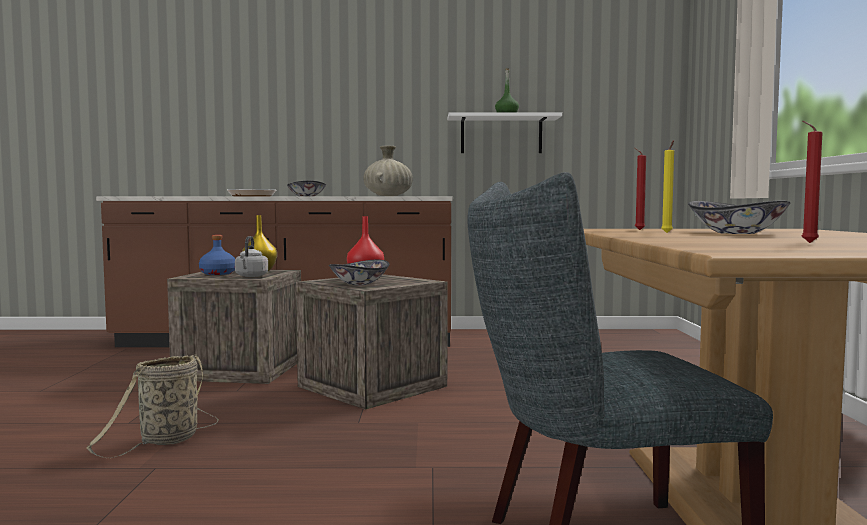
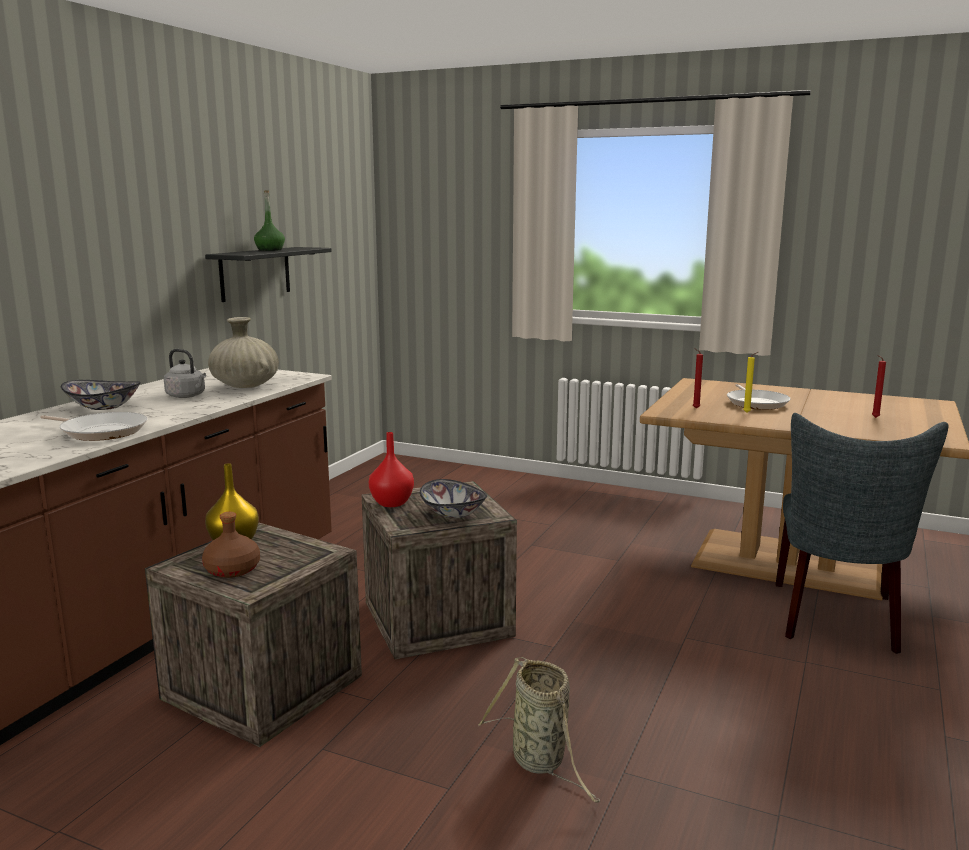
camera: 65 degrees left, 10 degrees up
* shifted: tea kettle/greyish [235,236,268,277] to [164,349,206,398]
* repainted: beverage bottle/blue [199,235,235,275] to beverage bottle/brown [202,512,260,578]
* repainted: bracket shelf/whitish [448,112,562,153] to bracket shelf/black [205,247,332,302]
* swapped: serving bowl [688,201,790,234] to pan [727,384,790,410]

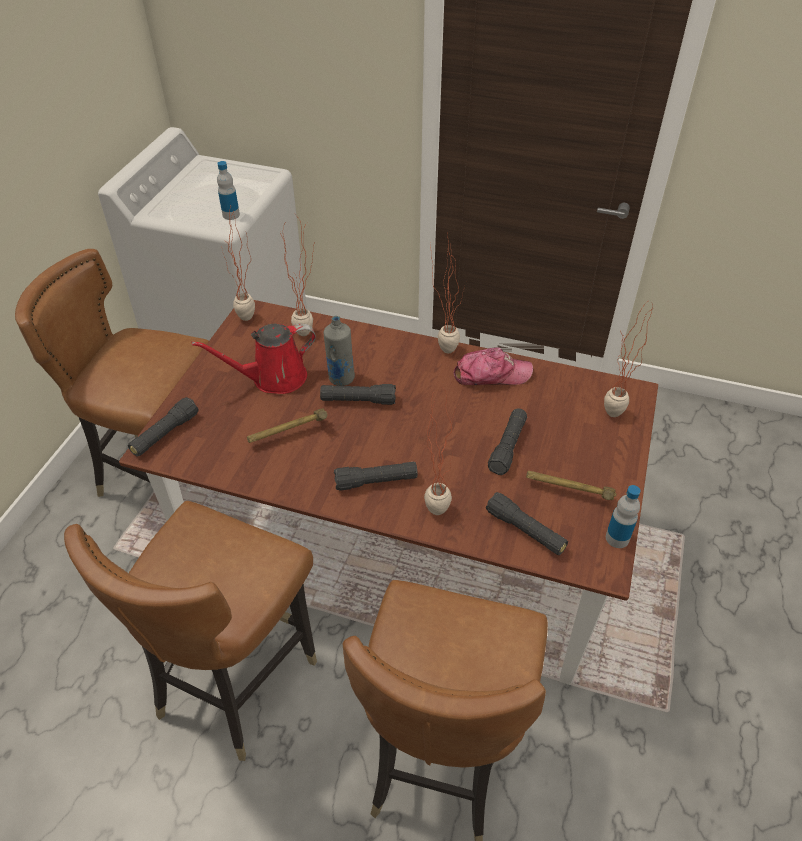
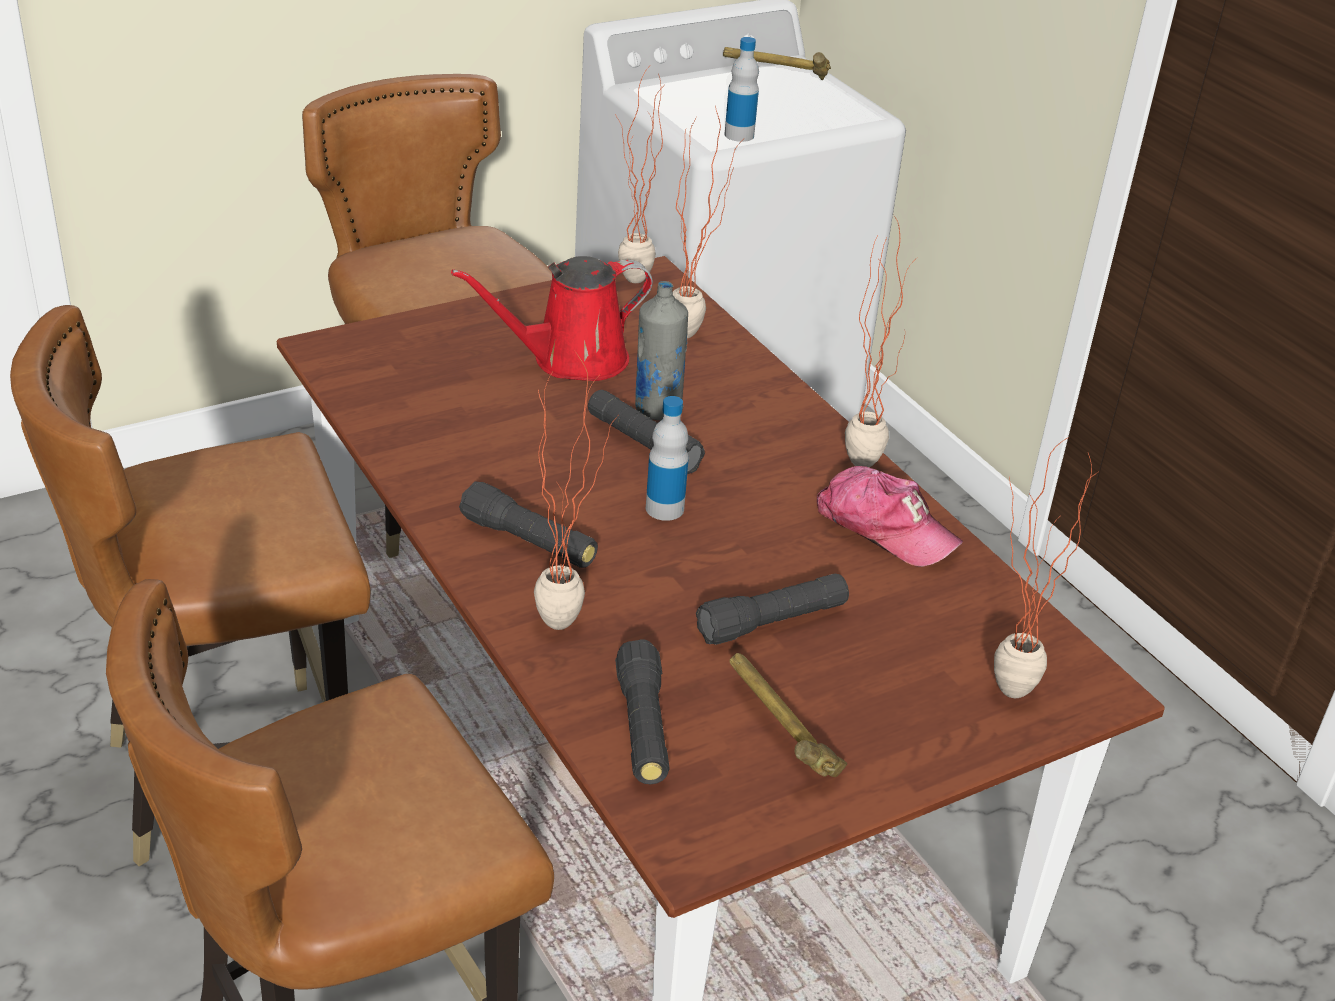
camera: 40 degrees right, 10 degrees down
* rotated: watering pot/red [191,324,316,394] = [451,256,653,381] 45 degrees counterclockwise
* shifted: beverage bottle [606,485,641,548] to [646,396,689,521]
* shifted: hammer [247,409,327,443] to [723,47,831,80]
* gone: torch/black [128,397,199,456]

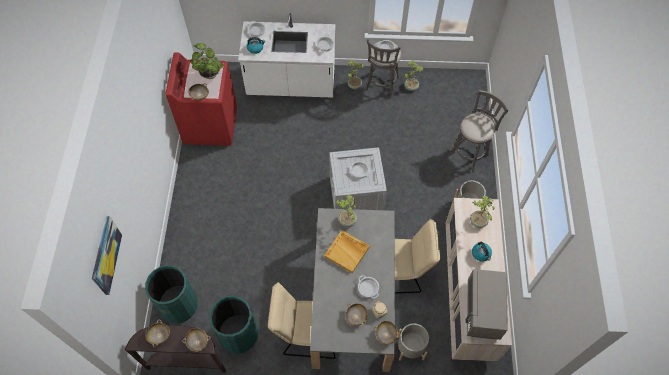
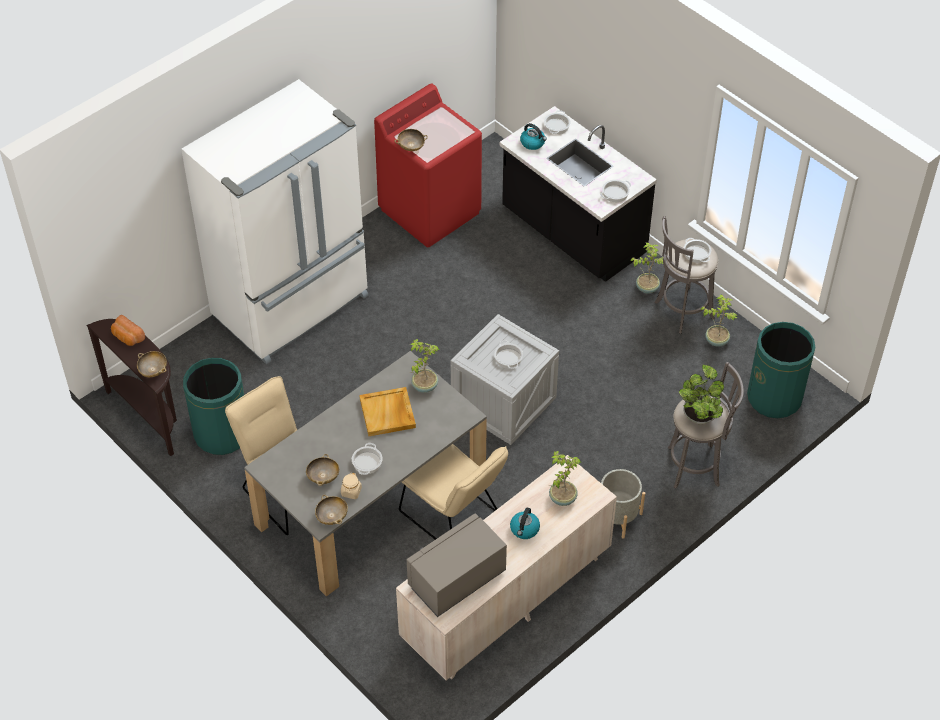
camera: 45 degrees right, 10 degrees down
* swapped: serving bowl/beige-coloured [145,320,170,347] to baked bread [111,315,145,346]
* new: refrigerator/whitish [181,79,369,365]
* repainted: kitchen base unit/whitish [238,13,335,98] to kitchen base unit/black [499,106,657,282]
* shifted: plant in a pot [190,43,223,79] to [679,365,724,424]
* shifted: waste bin/green-coloured [145,265,198,323] to [747,322,815,418]
* gone: picture [92,216,122,295]
* gone: flower pot/greyish [398,323,429,361]

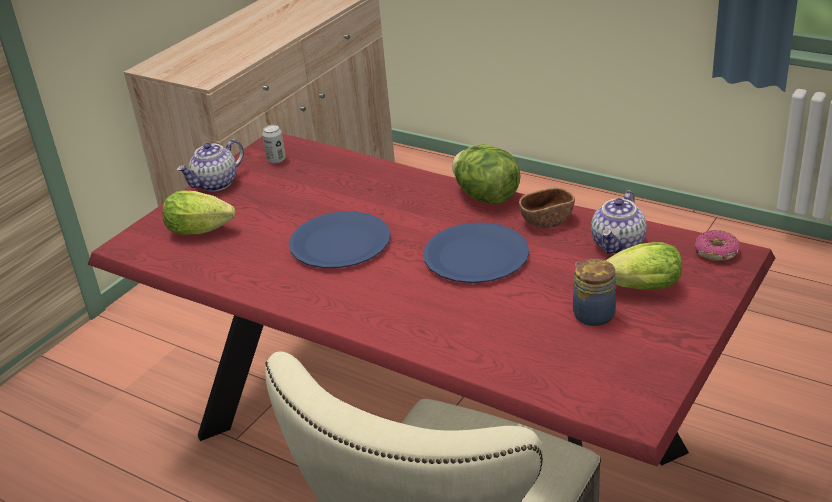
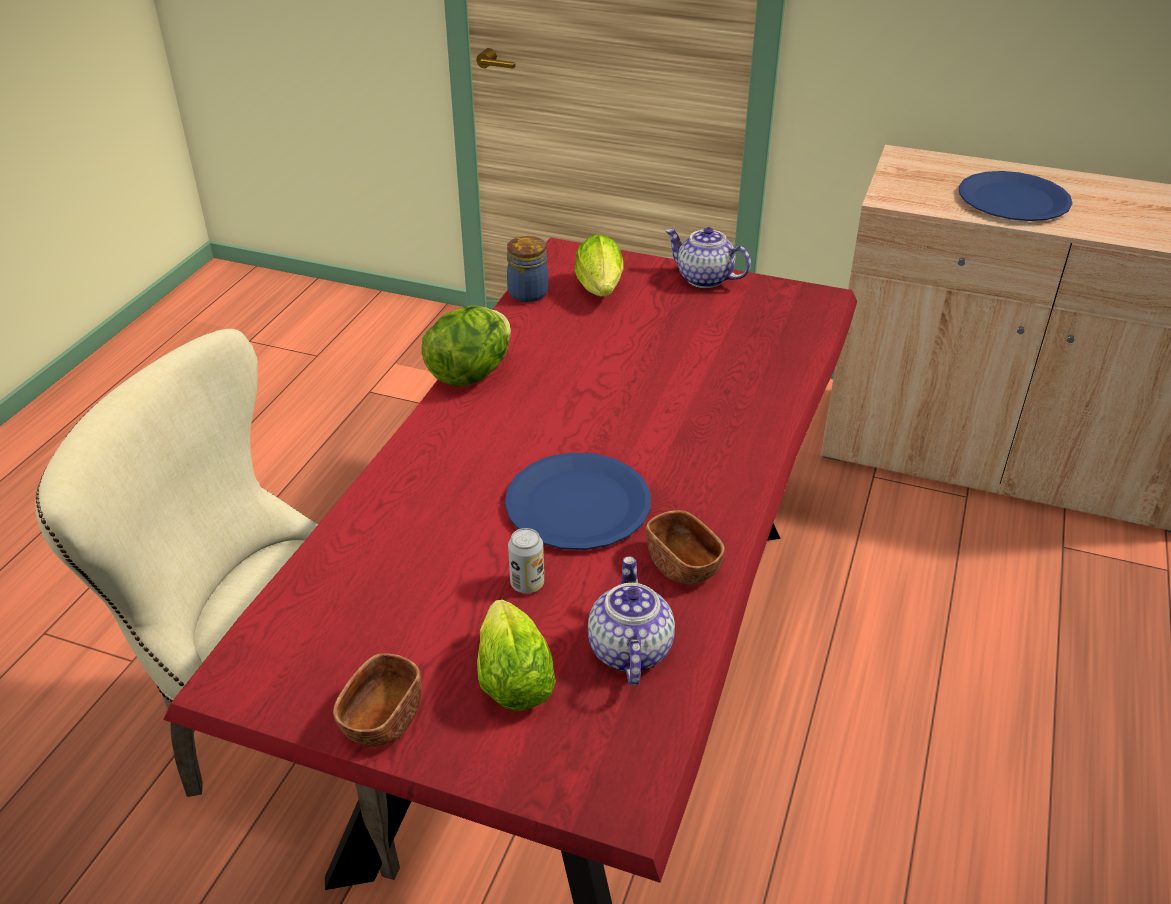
camera: 75 degrees right, 5 degrees up
* new: serving bowl/brown [333,653,422,747]
* shifted: head of lettuce [452,144,521,205] to [422,305,511,387]
* shifted: storage jar [573,259,616,326] to [507,236,549,302]
* shifted: can [262,125,286,163] to [508,528,544,593]
* rotated: tea pot [591,190,647,254] = [588,556,675,685] 75 degrees clockwise
* shifted: flat dish/blue [289,211,391,268] to [959,171,1072,221]
* gone: donut [695,230,740,261]

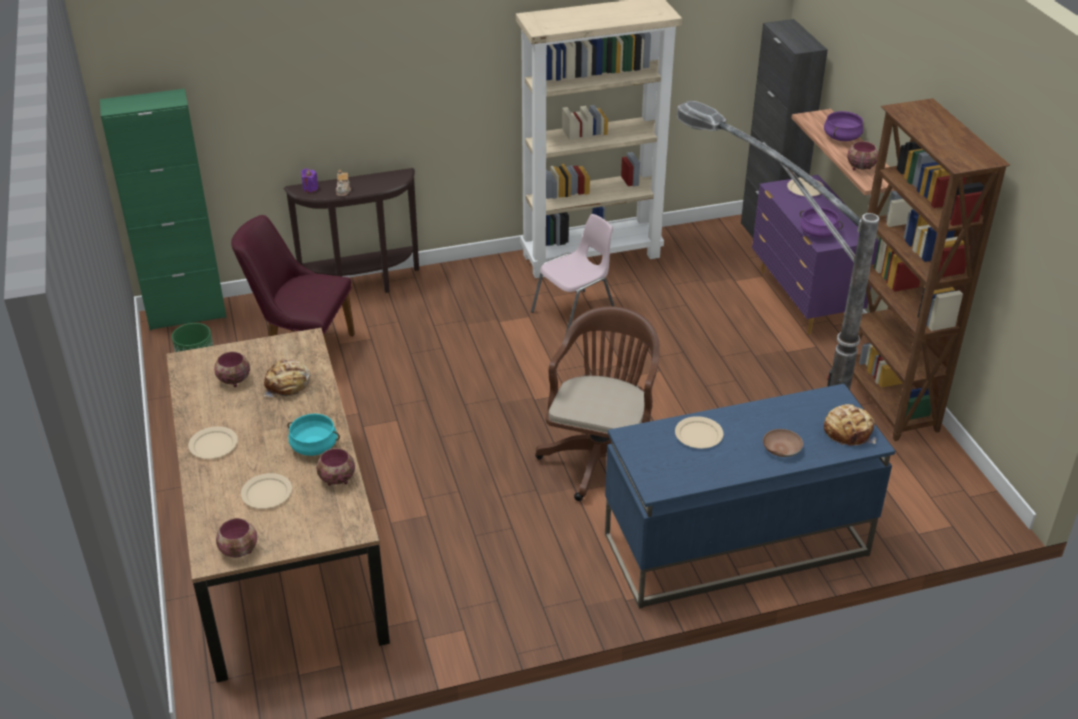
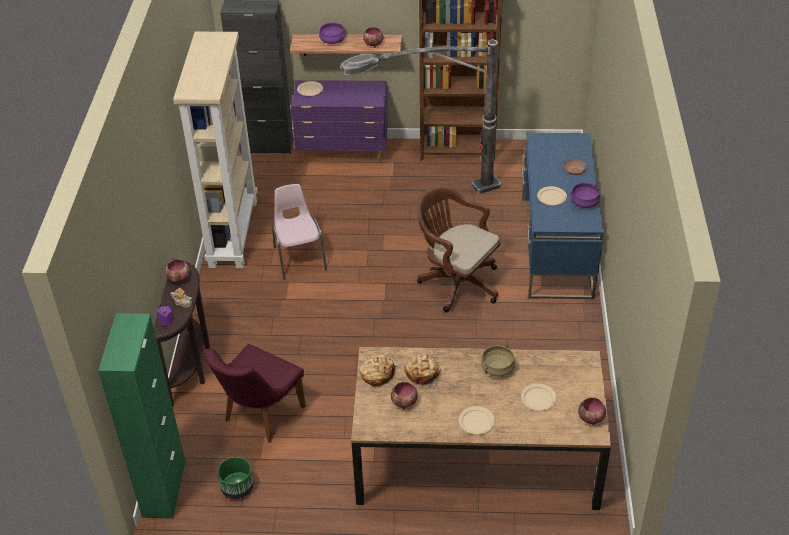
camera: 70 degrees left, 5 degrees up
* shifted: serving bowl [316,448,355,486] to [165,259,190,283]
* shifted: baked bread [824,404,876,446] to [359,354,398,386]
* repainted: stockpot/turquoise-coloured [287,414,340,456] to stockpot/beige-coloured [481,345,515,377]
* shifted: stockpot/purple-coloured [800,207,843,238] to [570,183,600,208]

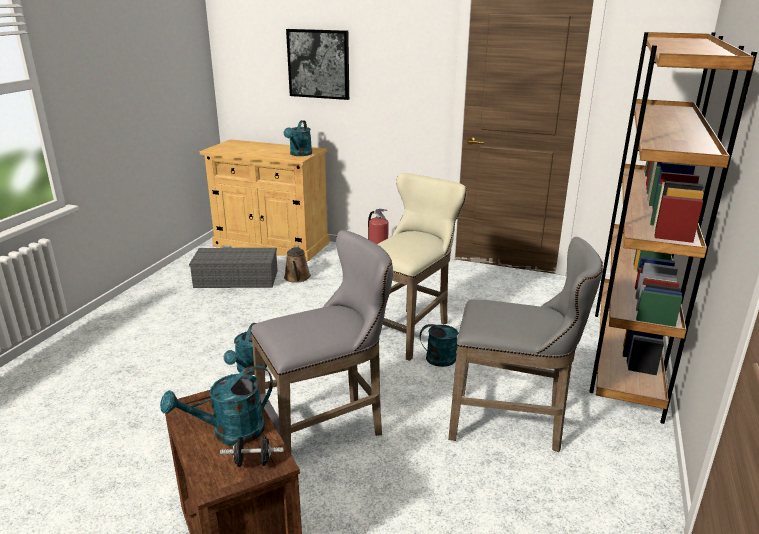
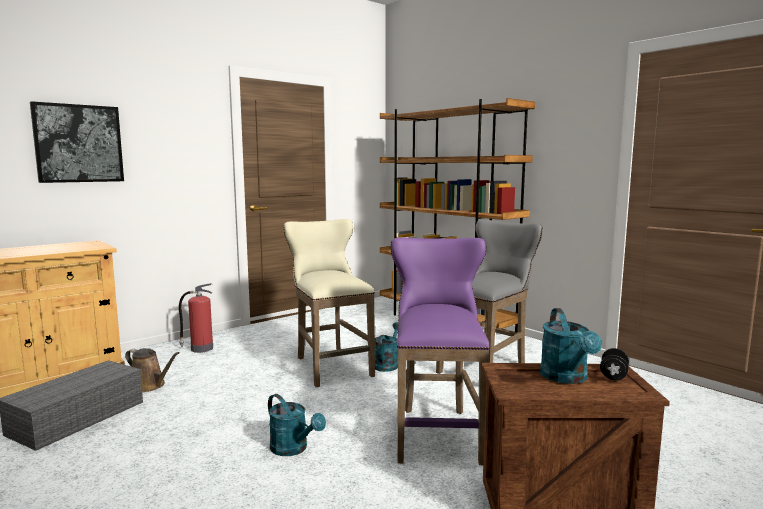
camera: 60 degrees left, 15 degrees down
* repainted: stool seat/greyish [251,230,393,454] to stool seat/purple-coloured [391,237,490,465]
* gone: watering pot/turquoise-coloured [284,120,312,156]

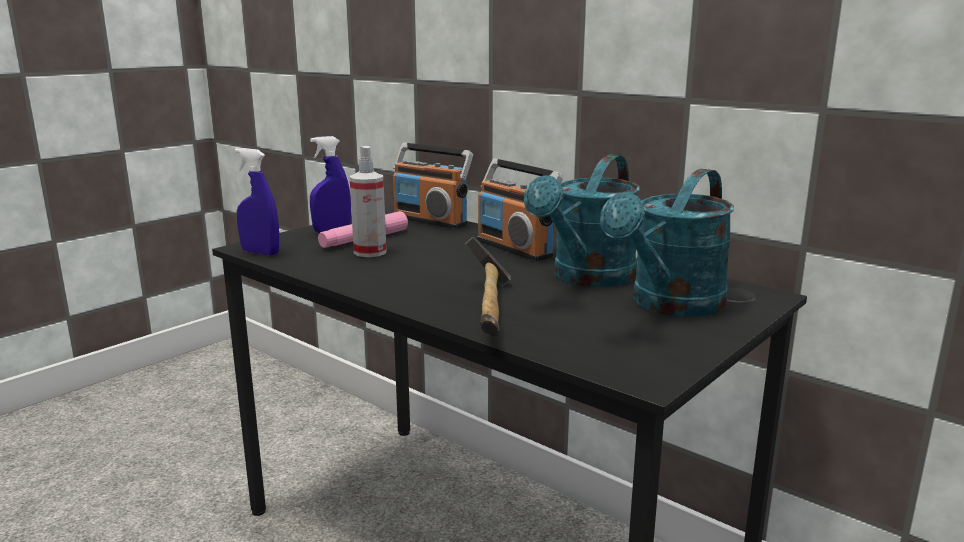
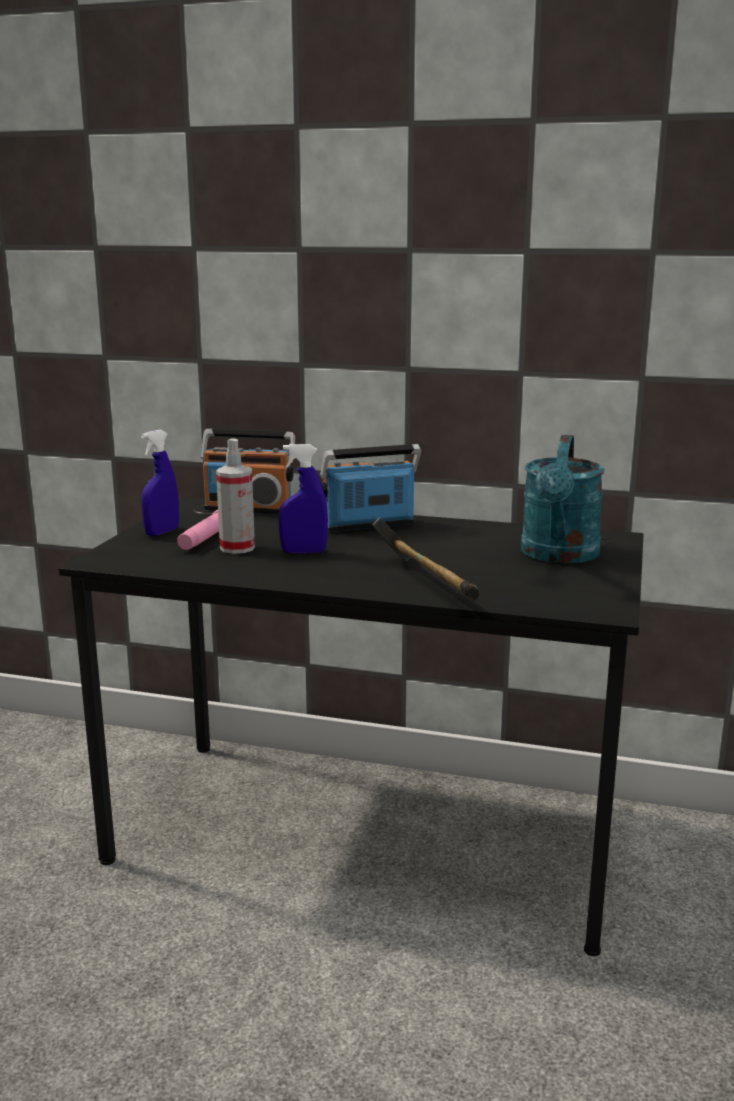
camera: 25 degrees left, 0 degrees up
* shifted: spray bottle/blue [235,148,279,255] to [278,444,328,554]
* rotated: radio set [477,158,563,261] = [320,444,421,532] 135 degrees clockwise
* gone: watering pot/turquoise-coloured [524,154,640,287]

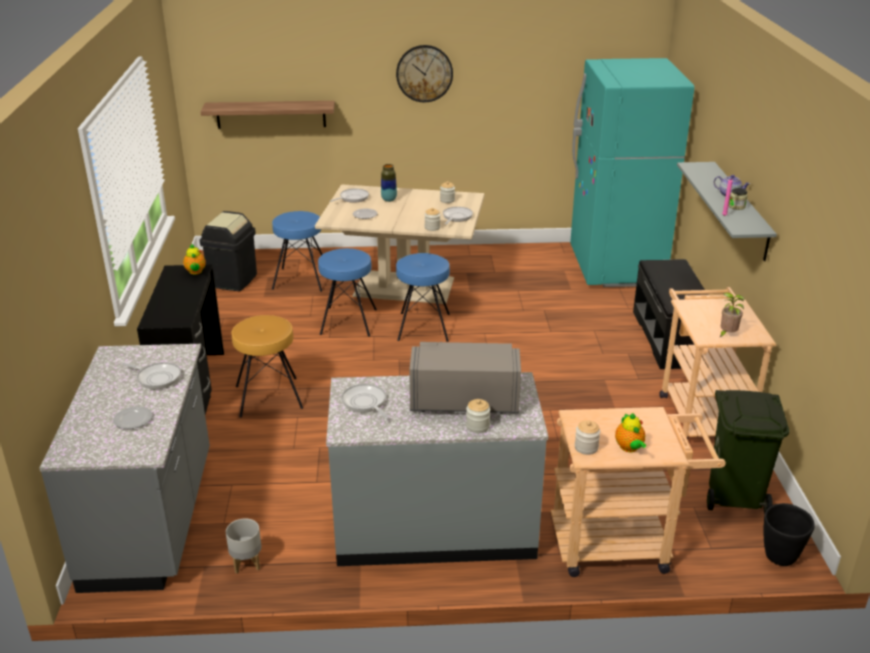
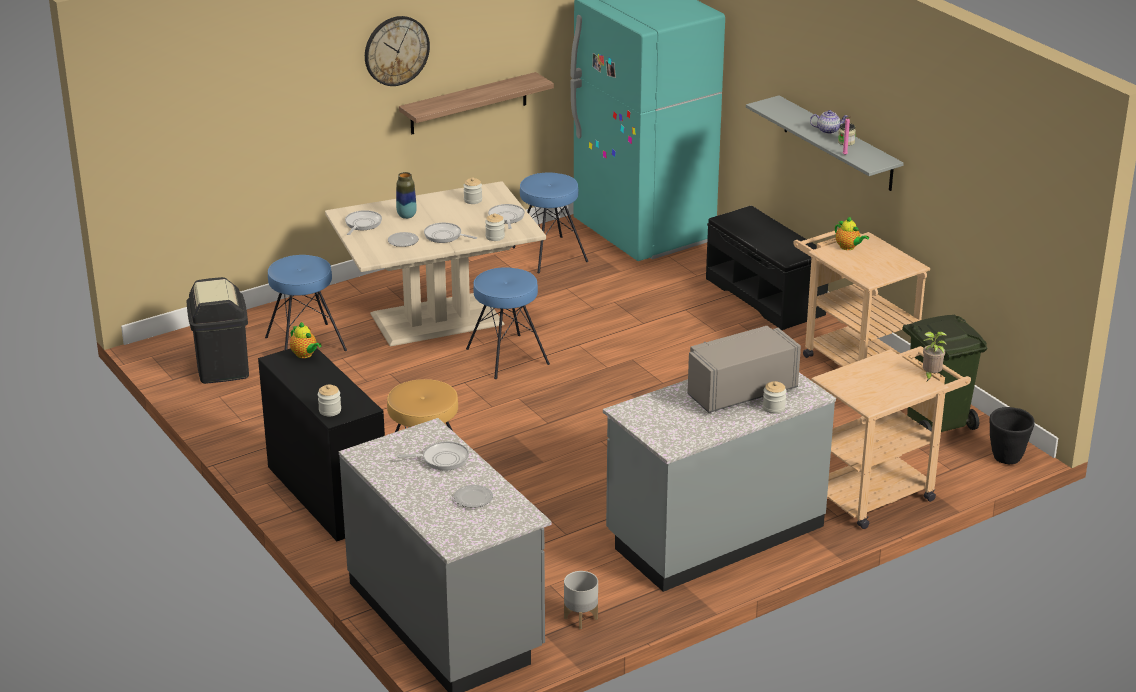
camera: 30 degrees left, 0 degrees up
* shifted: storage jar [575,420,600,455] to [318,385,341,416]
* shifted: bracket shelf [200,101,335,129] to [399,72,554,134]
* shifted: pan [341,384,389,419] to [424,223,477,243]
* shifted: stool seat/blue [318,248,377,337] to [512,172,588,273]
* shifted: tea pot [615,413,646,452] to [835,217,869,250]
* shifted: plant in a pot [719,293,745,338] to [923,331,947,381]

